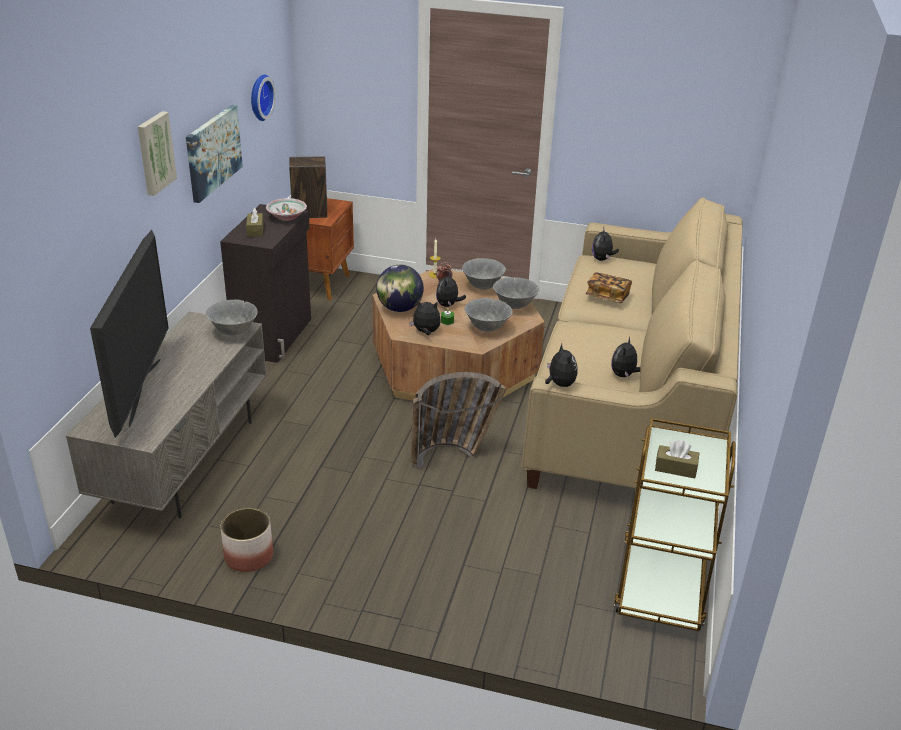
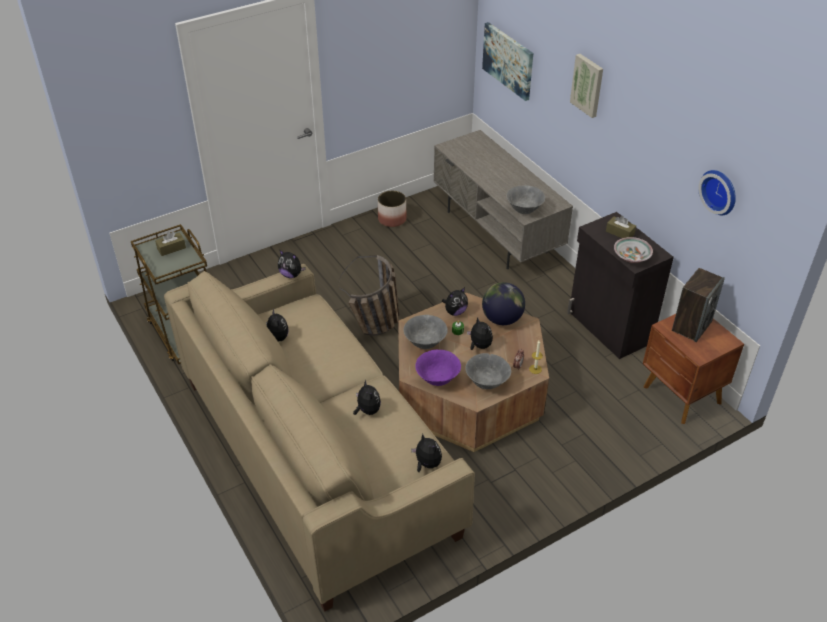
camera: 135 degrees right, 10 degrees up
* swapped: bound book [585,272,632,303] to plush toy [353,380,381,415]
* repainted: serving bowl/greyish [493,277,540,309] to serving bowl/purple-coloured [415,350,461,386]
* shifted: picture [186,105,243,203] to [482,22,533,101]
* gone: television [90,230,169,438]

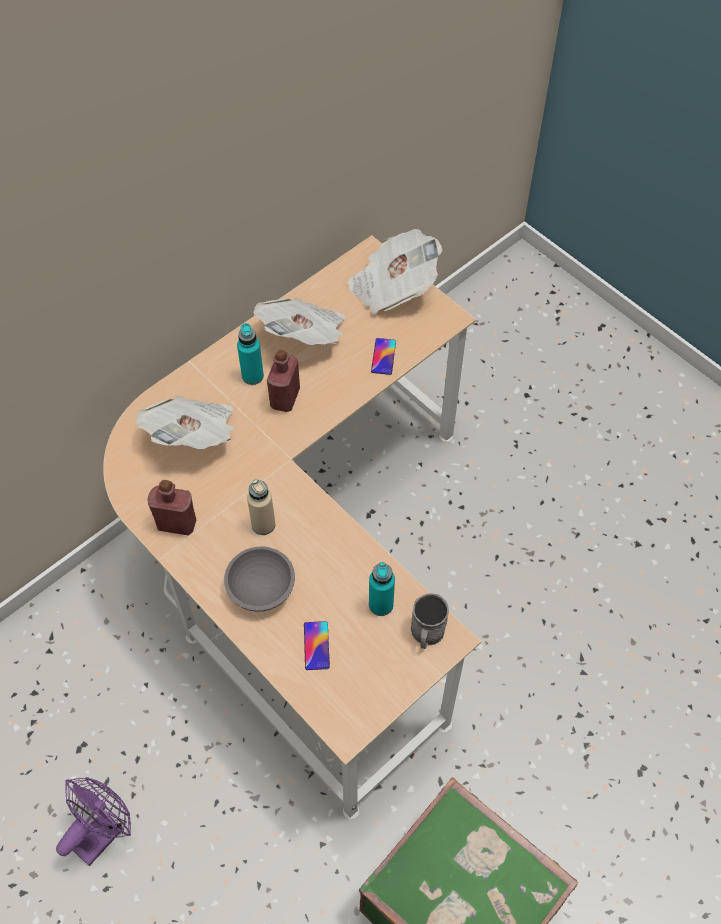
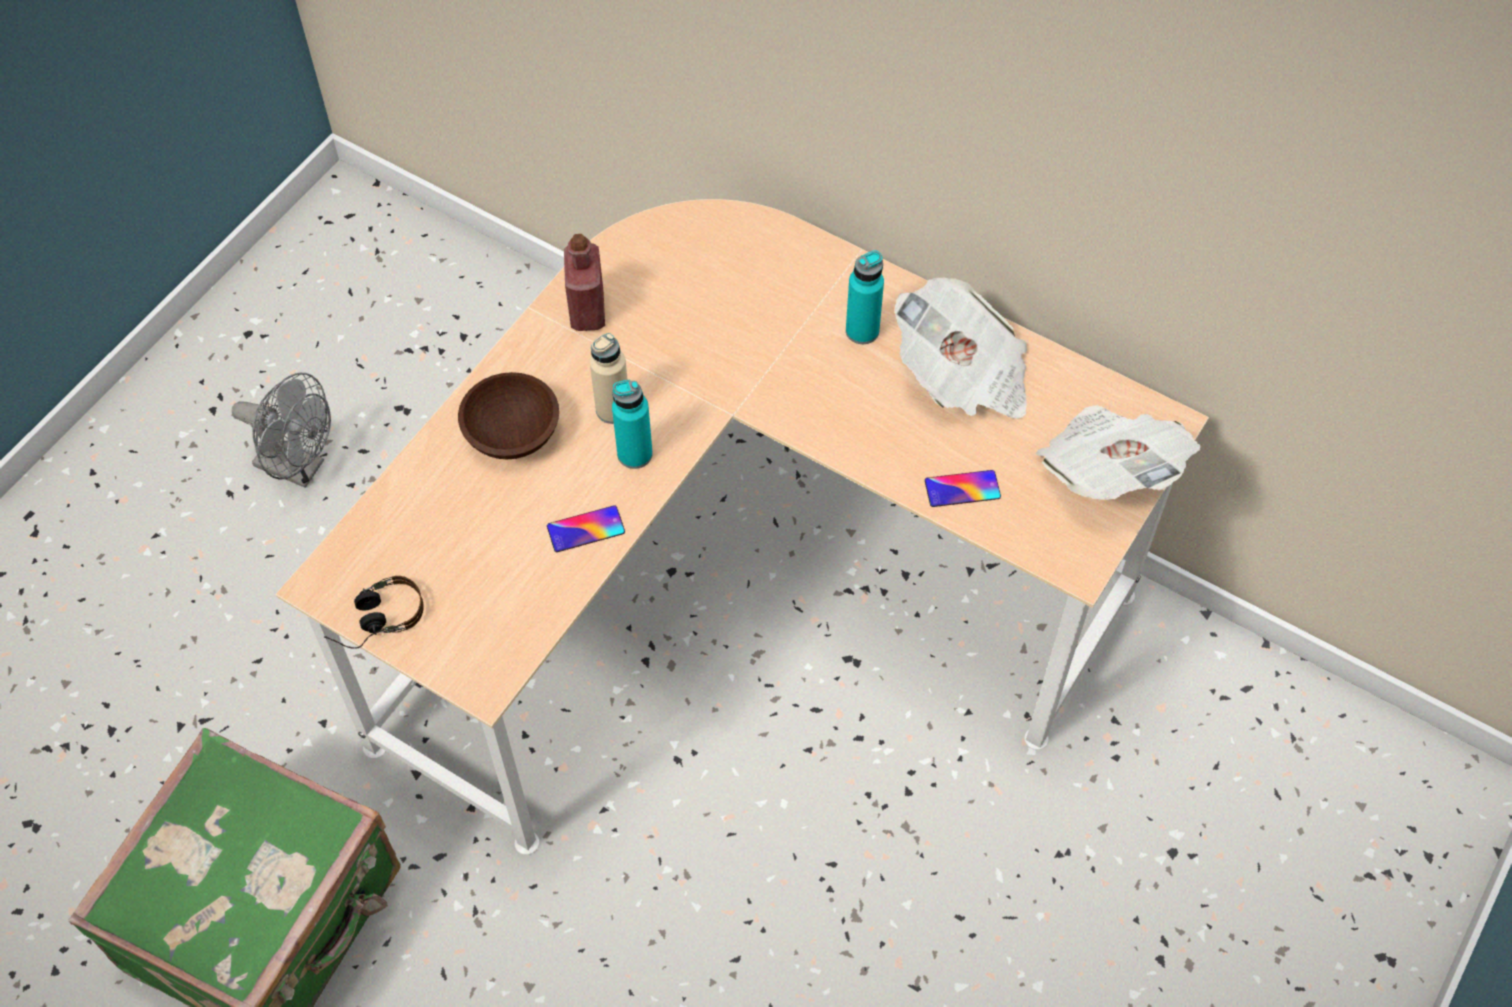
camera: 75 degrees right, 0 degrees up
* repainted: electric fan/purple-coloured [56,777,131,866] to electric fan/greyish [232,373,331,488]
* new: pair of headphones [324,576,424,649]
* repainted: serving bowl/greyish [224,546,295,612] to serving bowl/brown [458,372,559,459]
* shifted: telephone [304,621,330,670] to [547,505,625,552]
* shifted: beverage bottle/turquoise-coloured [369,562,395,616] to [612,380,653,469]
* gone: printed paper [136,396,234,449]
* gone: beverage bottle/red [267,350,300,412]
* gone: coffee mug/greyish [411,593,449,649]

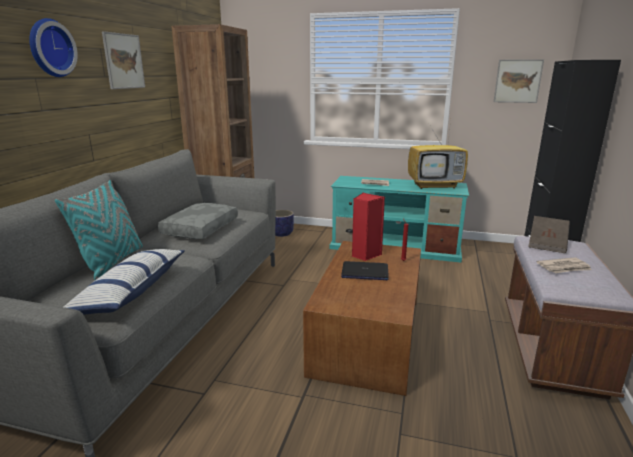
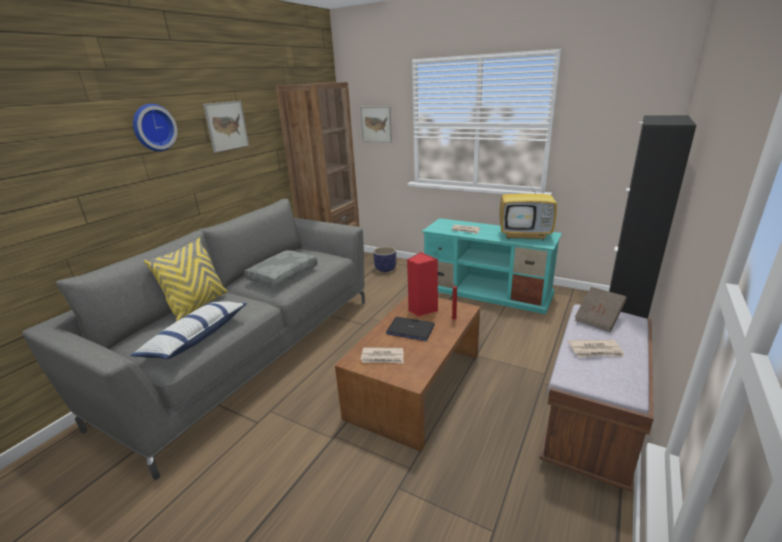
camera: 15 degrees right, 5 degrees up
* repainted: cushion/turquoise-coloured [55,180,143,280] to cushion/yellowish [144,237,228,322]
* shifted: picture [494,59,544,103] to [360,106,392,143]
* new: printed paper [361,347,404,363]

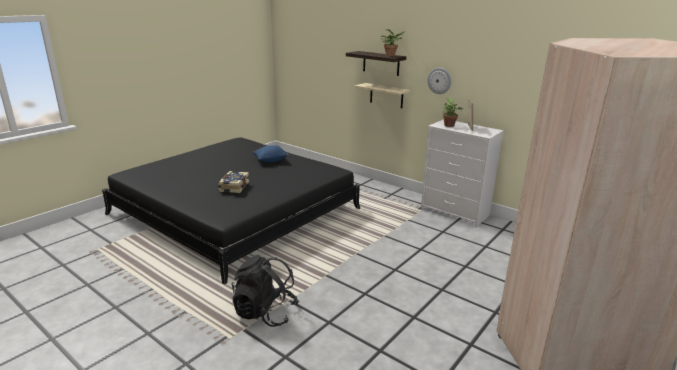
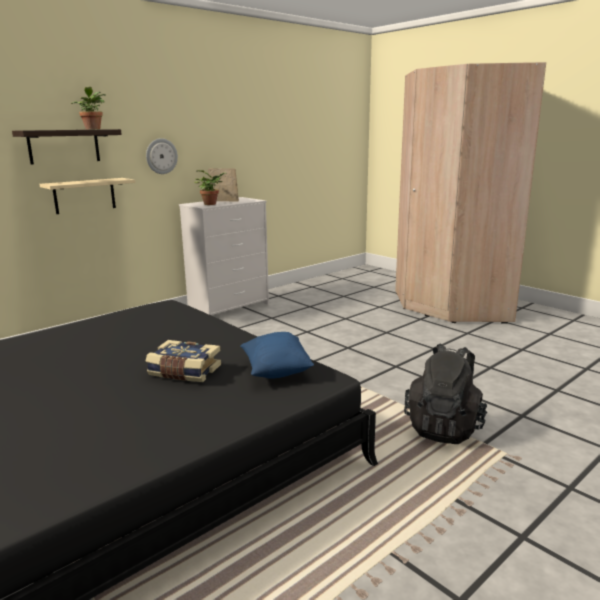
camera: 80 degrees left, 5 degrees down
* shifted: cushion/blue [253,145,288,162] to [240,332,314,379]

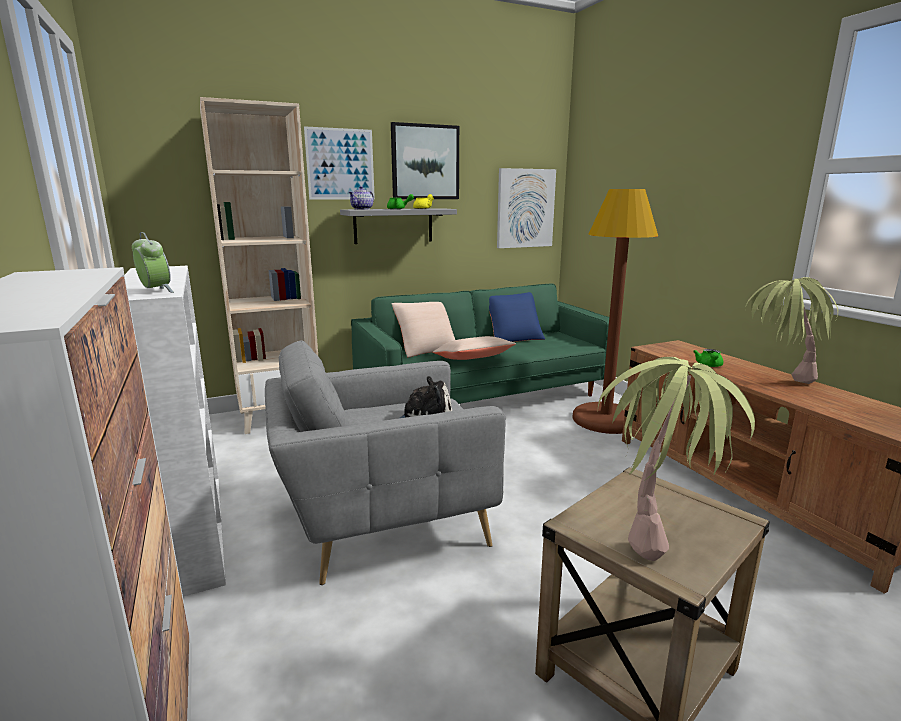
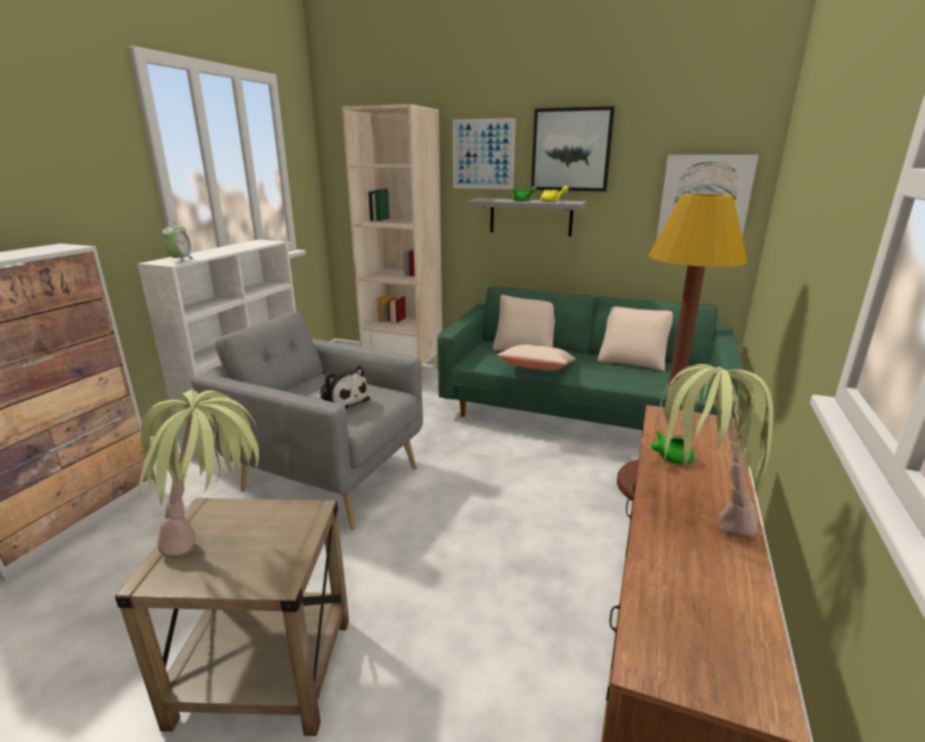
camera: 45 degrees right, 5 degrees up
* repainted: cushion/blue [489,292,545,342] to cushion/beige-coloured [598,307,673,371]
* gone: tea pot [349,186,374,210]

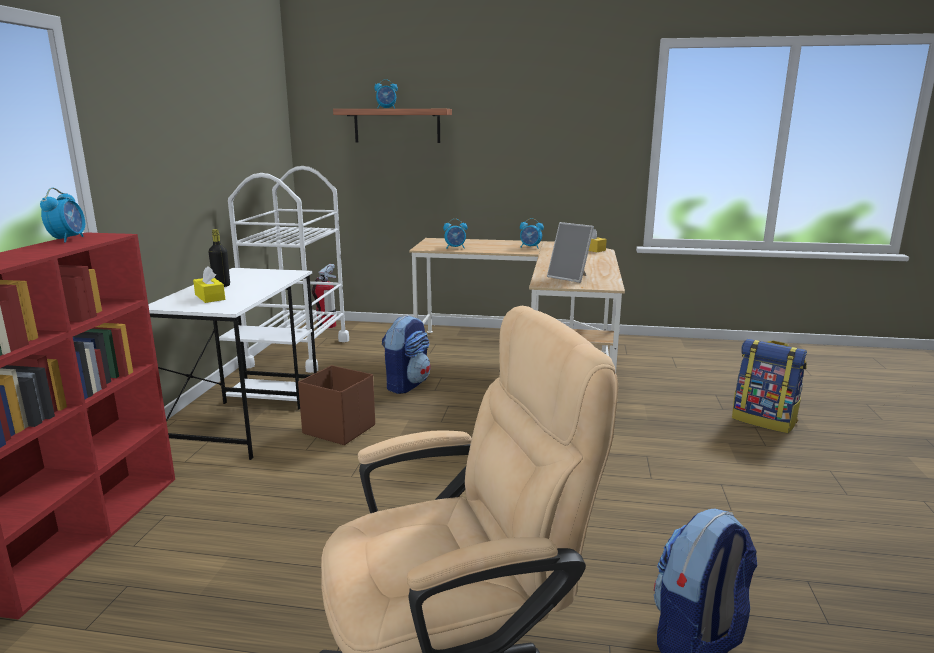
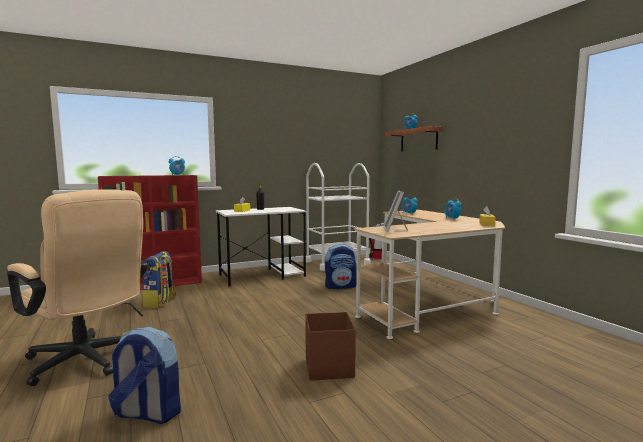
camera: 55 degrees right, 10 degrees down
* shifted: knapsack [732,339,807,433] to [142,251,176,308]
* shifted: storage box/brown [298,365,375,445] to [305,312,356,381]

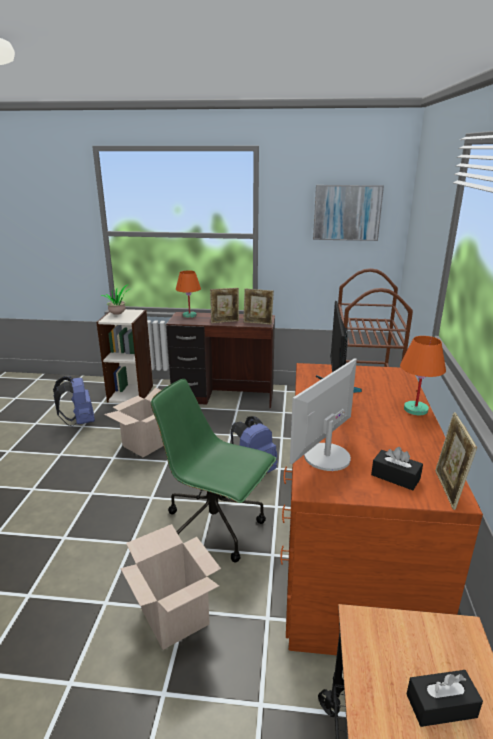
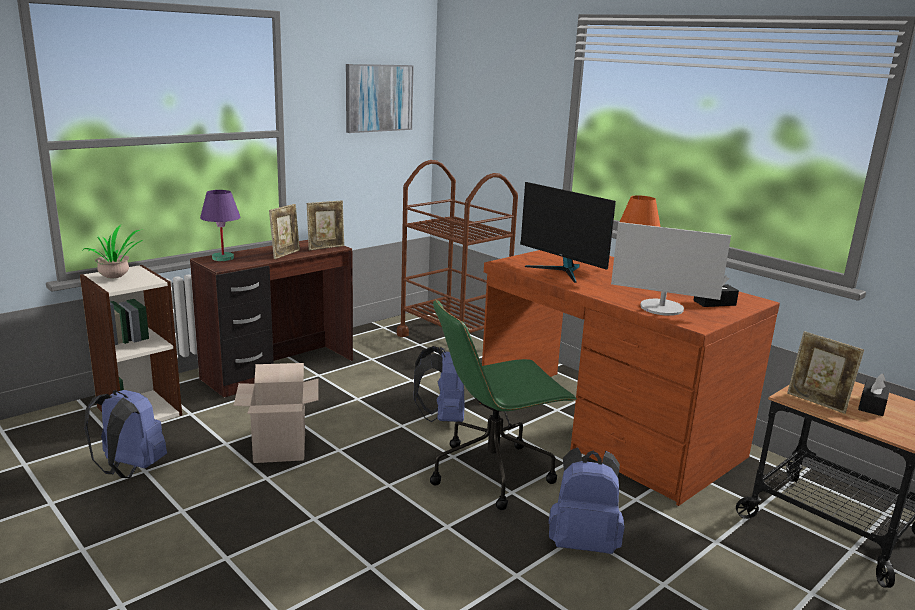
camera: 50 degrees left, 5 degrees down
* repainted: lamp for a table/orange [176,270,201,318] to lamp for a table/purple-coloured [200,190,240,261]
* swapped: cardboard box [120,524,221,650] to knapsack/blue [548,448,624,554]
* rotated: monitor [290,358,357,471] = [611,222,731,316] 60 degrees counterclockwise
* shifted: standing frame [435,412,477,510] to [787,331,864,414]

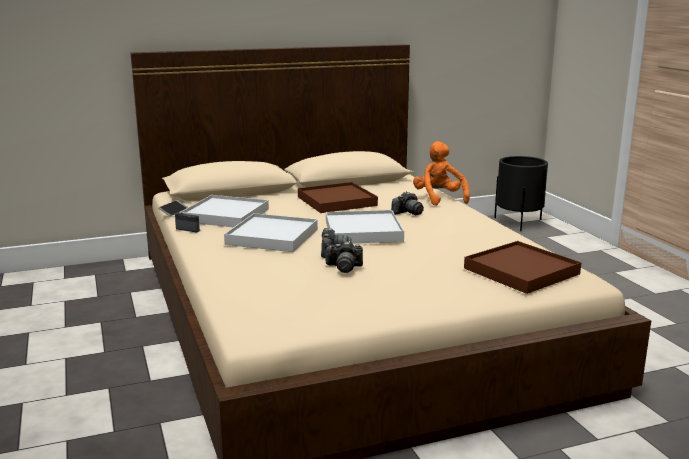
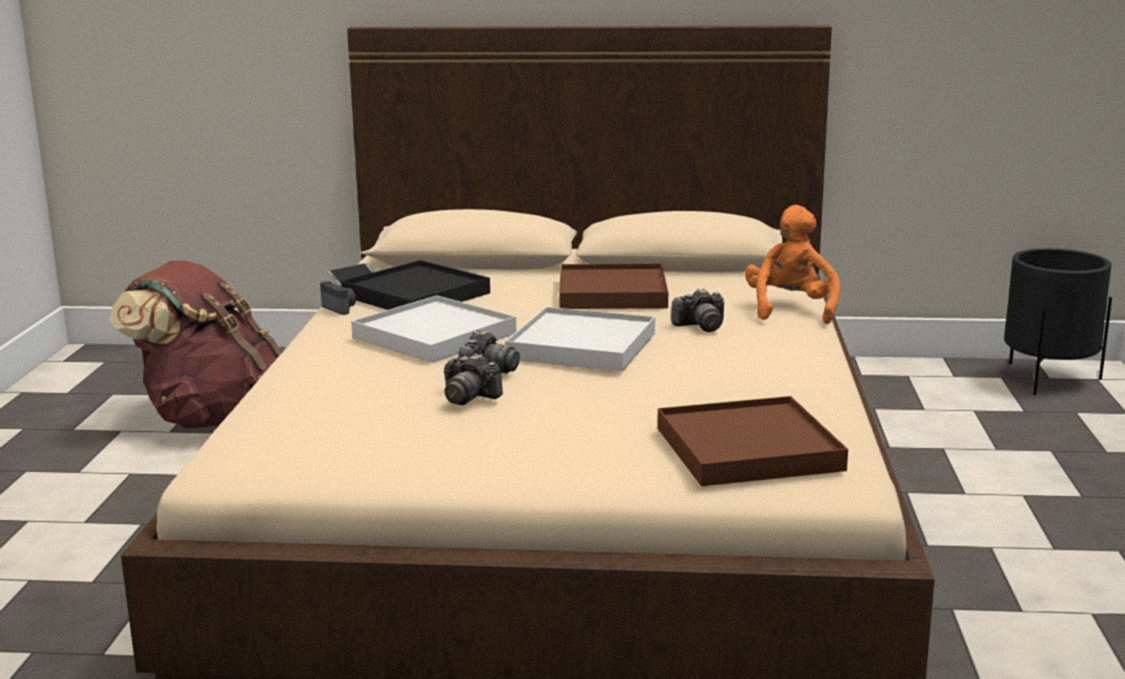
camera: 25 degrees right, 0 degrees up
* new: knapsack/brown [109,261,282,428]
* repainted: carrying tray/whitish [180,195,269,227] to carrying tray/black [342,260,490,310]

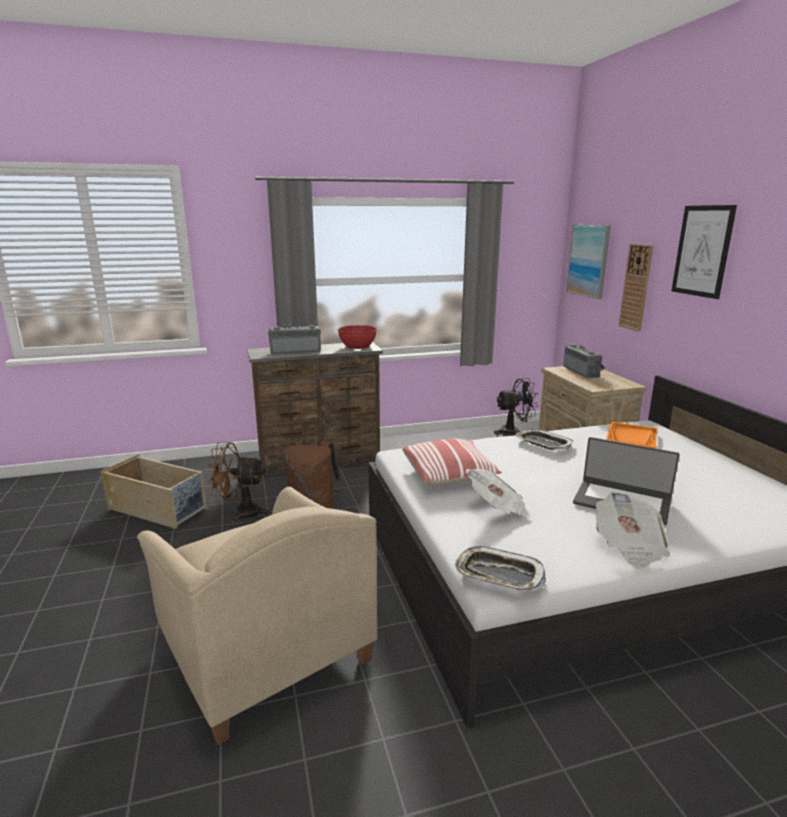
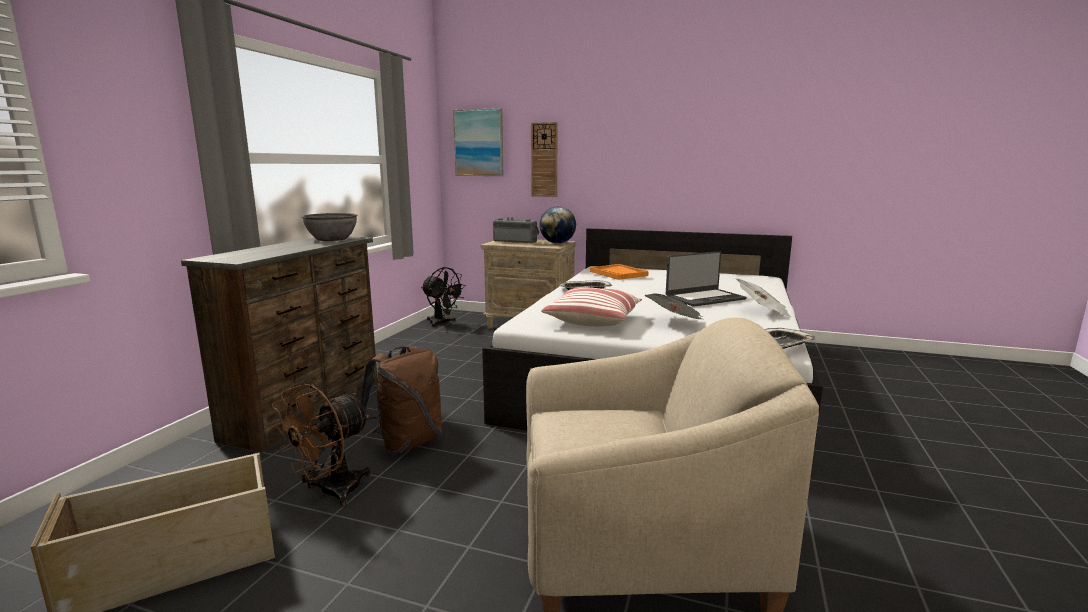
camera: 55 degrees left, 5 degrees down
* repainted: serving bowl/red [337,325,377,349] to serving bowl/greyish [302,213,358,241]
* rotated: electric fan/black [494,378,538,435] = [421,267,466,327] 105 degrees clockwise
* new: world globe [540,206,576,244]
* gone: radio set [268,324,321,354]
* gone: picture [672,205,737,299]

